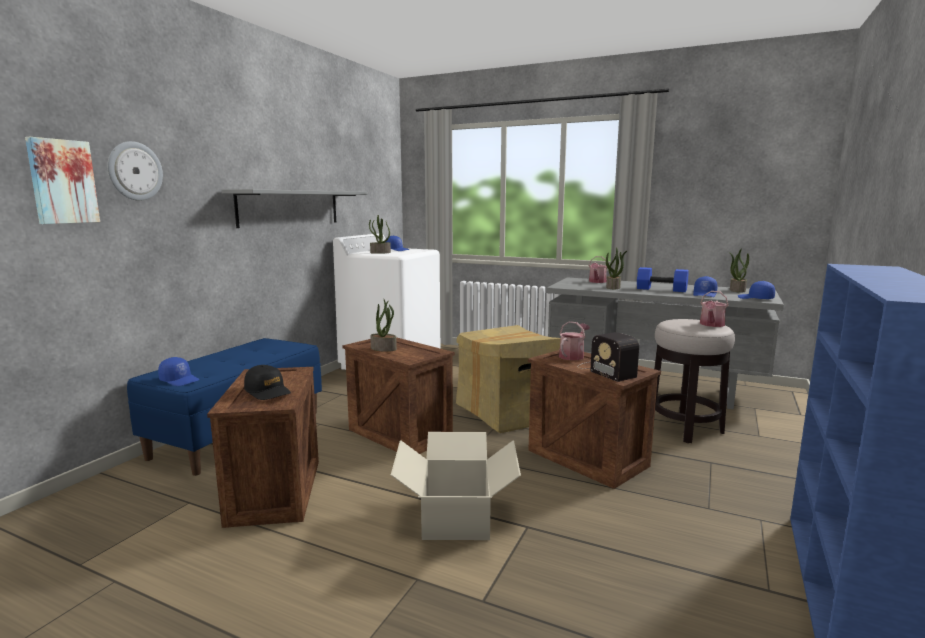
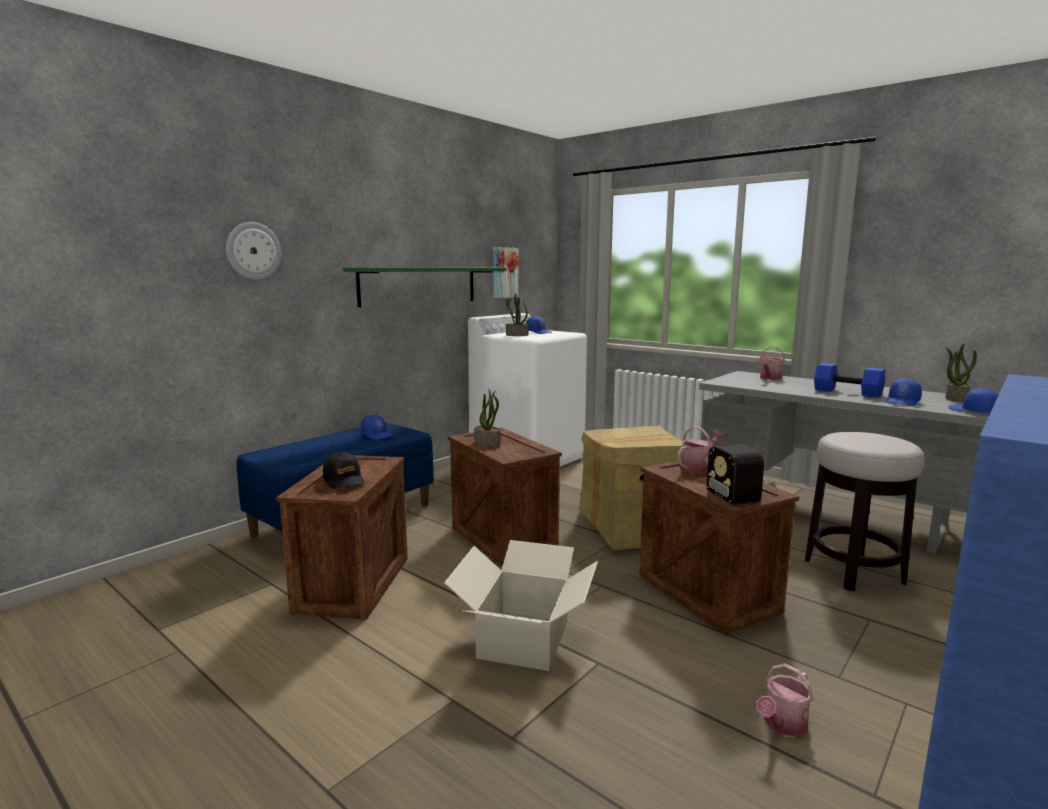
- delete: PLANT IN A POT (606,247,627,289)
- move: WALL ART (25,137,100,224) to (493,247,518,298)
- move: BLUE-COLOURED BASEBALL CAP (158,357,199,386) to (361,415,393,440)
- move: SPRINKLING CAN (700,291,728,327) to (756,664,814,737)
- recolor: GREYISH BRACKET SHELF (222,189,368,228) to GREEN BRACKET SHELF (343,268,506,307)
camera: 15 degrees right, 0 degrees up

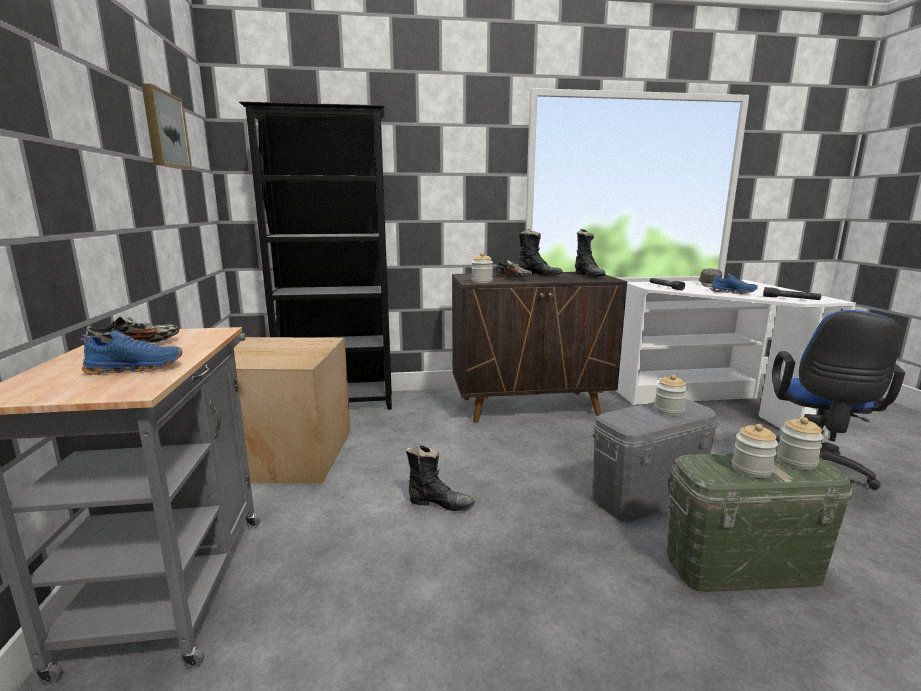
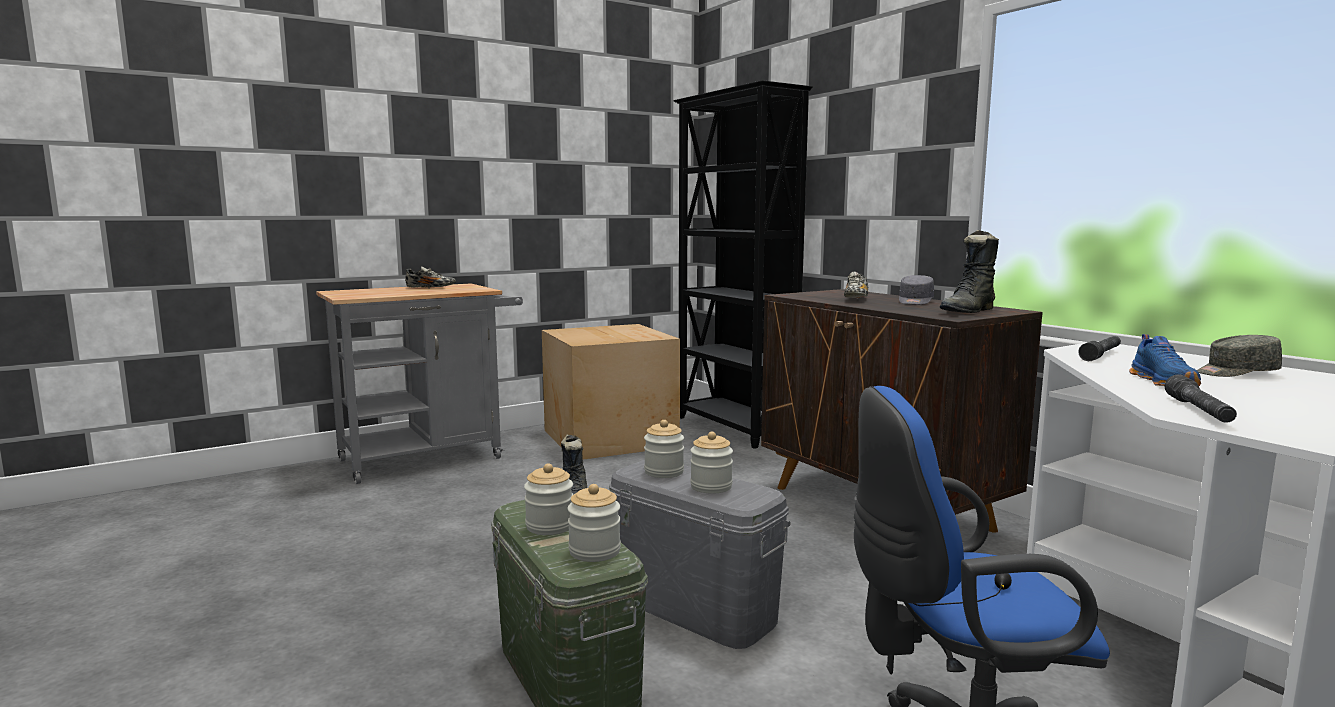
- delete: BLUE-COLOURED LOW SHOE (79,330,182,375)
- delete: WALL ART (141,83,191,170)
- move: PRESERVE JAR (471,252,493,283) to (644,420,684,478)
- replace: BLACKISH TALL BOOT (519,229,563,276) to GREYISH BASEBALL CAP (899,275,934,305)
camera: 65 degrees right, 5 degrees down

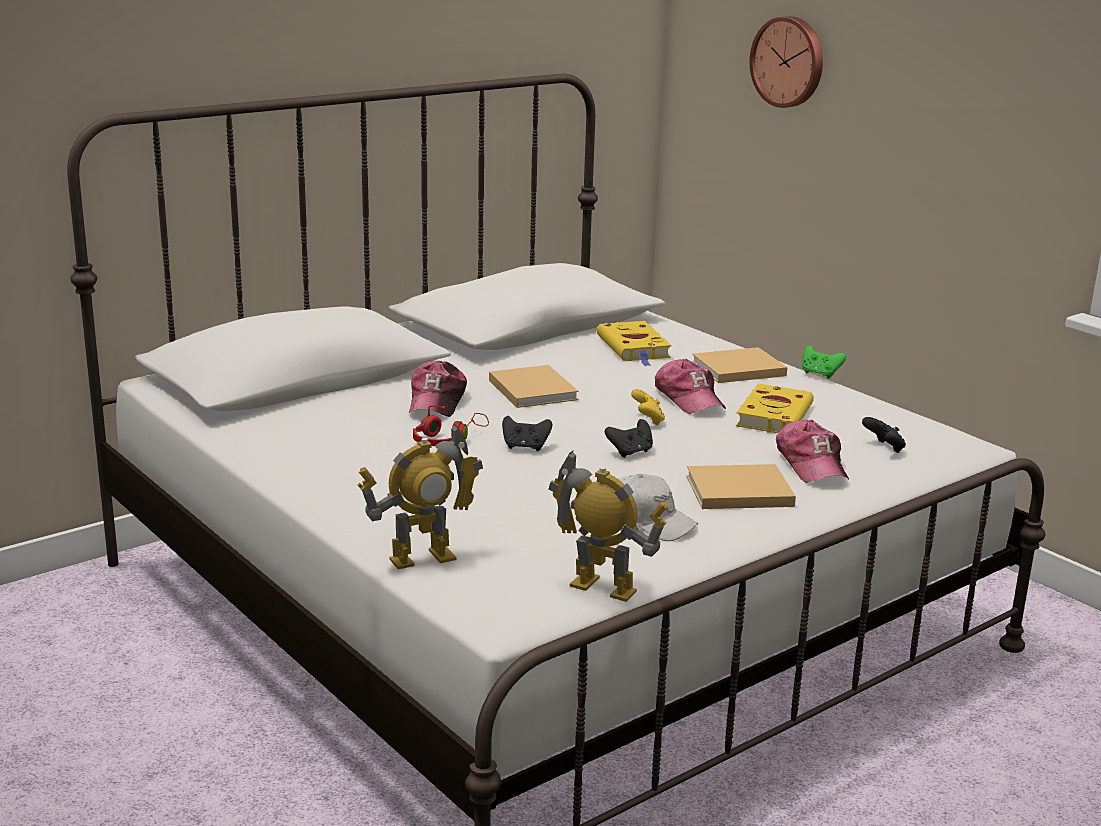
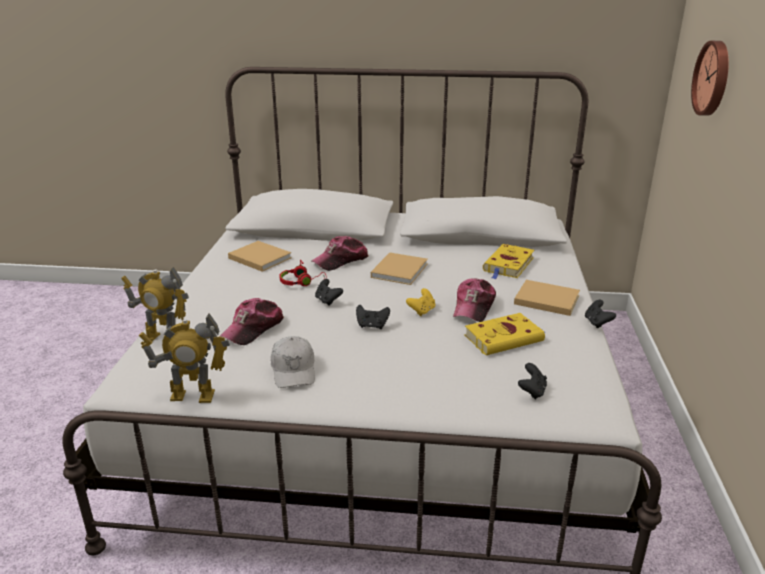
- move: SAND-COLOURED BOOK (686,464,796,509) to (228,241,292,271)
- move: BASEBALL CAP (776,419,849,483) to (219,298,284,345)
- recolor: GREEN GAMEPAD (802,346,846,379) to BLACKISH GAMEPAD (585,300,616,328)
- rotate: MODEL ROBOT (549,451,668,602) = (139,313,230,403) 105 degrees clockwise
camera: 45 degrees right, 5 degrees up

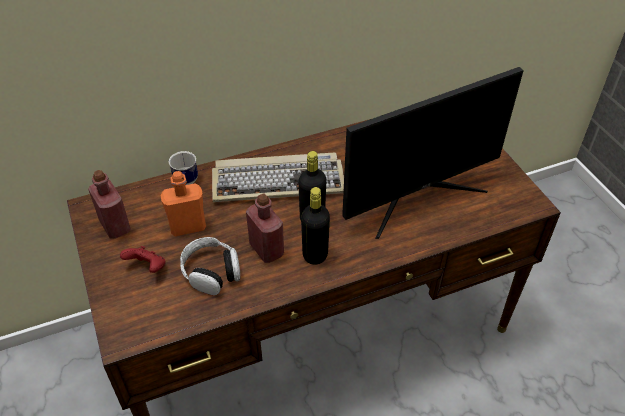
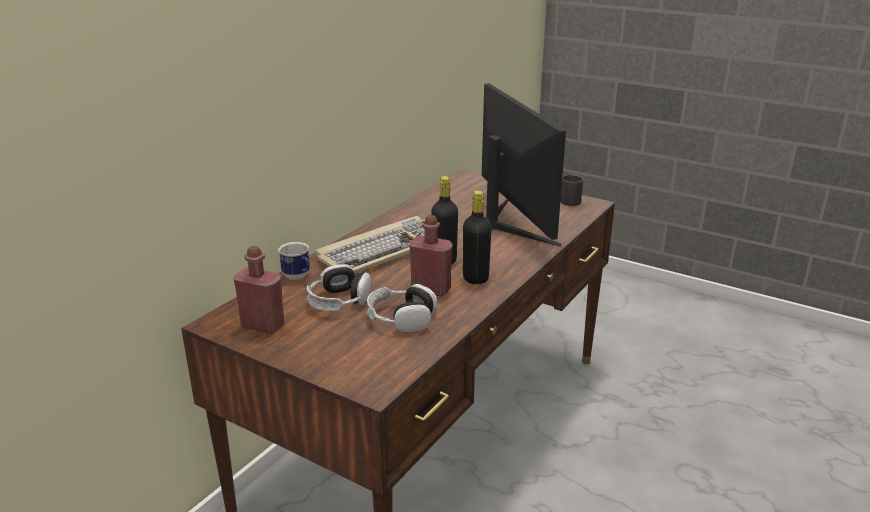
- delete: RED GAMEPAD (120,246,166,273)
- insert: BLACKISH TEA MUG (560,175,583,206)
- replace: ORANGEY BEVERAGE BOTTLE (161,171,206,236) to PAIR OF HEADPHONES (306,264,371,311)
- rotate: COMPUTER SCREEN (342,67,524,239) = (482,83,566,247) 45 degrees counterclockwise
camera: 35 degrees left, 20 degrees down

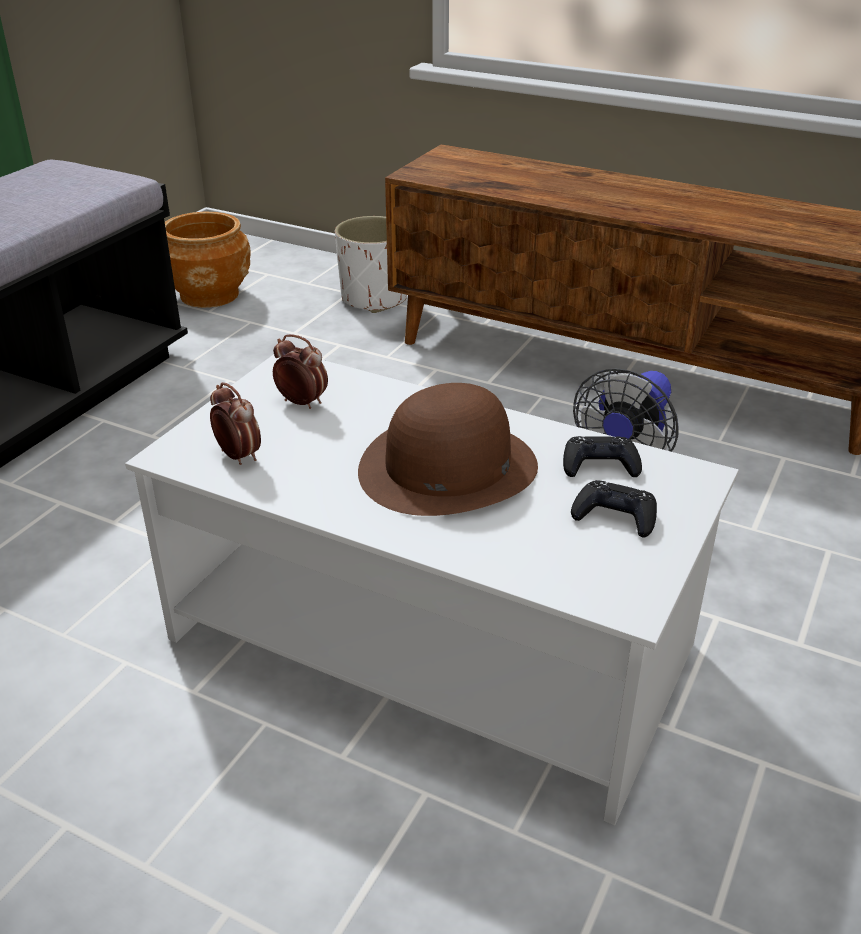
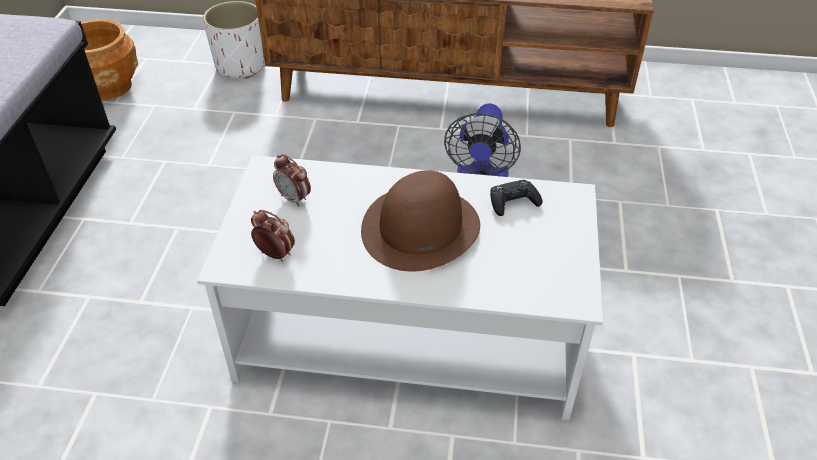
- delete: BLACKISH GAMEPAD (571,480,657,537)
- rotate: BEDSIDE CLOCK (273,334,328,409) = (273,154,311,207) 150 degrees counterclockwise
camera: 20 degrees left, 10 degrees up

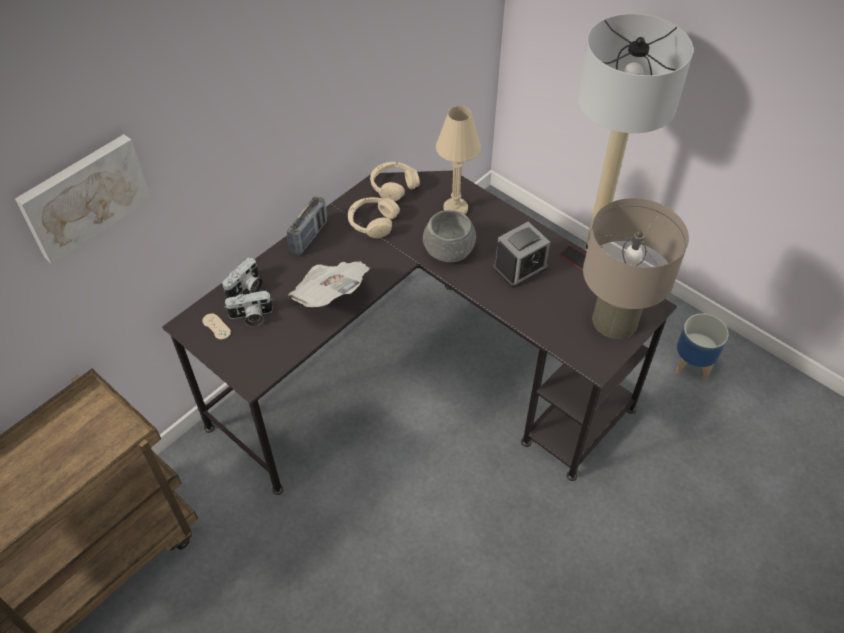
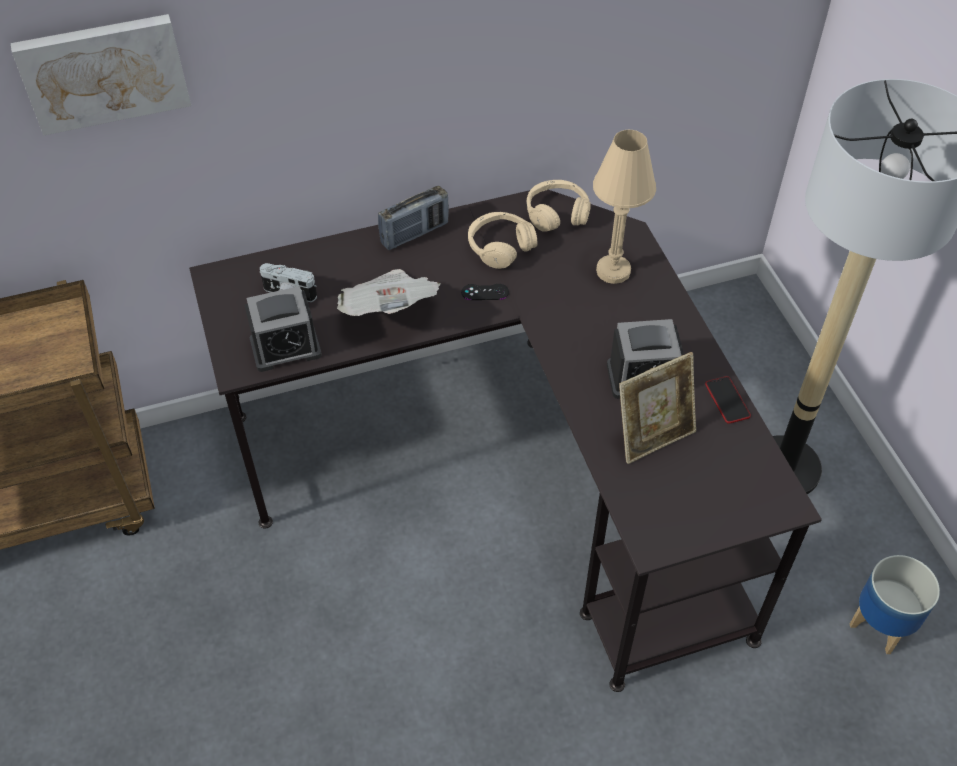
- delete: SAND-COLOURED GAMEPAD (202,314,231,340)
- delete: PHOTO CAMERA (222,258,263,298)
- delete: GREYISH SERVING BOWL (423,210,476,262)
- delete: SAND-COLOURED TABLE LAMP (583,198,689,339)
- insert: BEDSIDE CLOCK (244,286,322,372)
- insert: BLACKISH GAMEPAD (461,284,509,300)
- insert: PHOTO FRAME (619,352,696,464)
camera: 30 degrees right, 0 degrees up

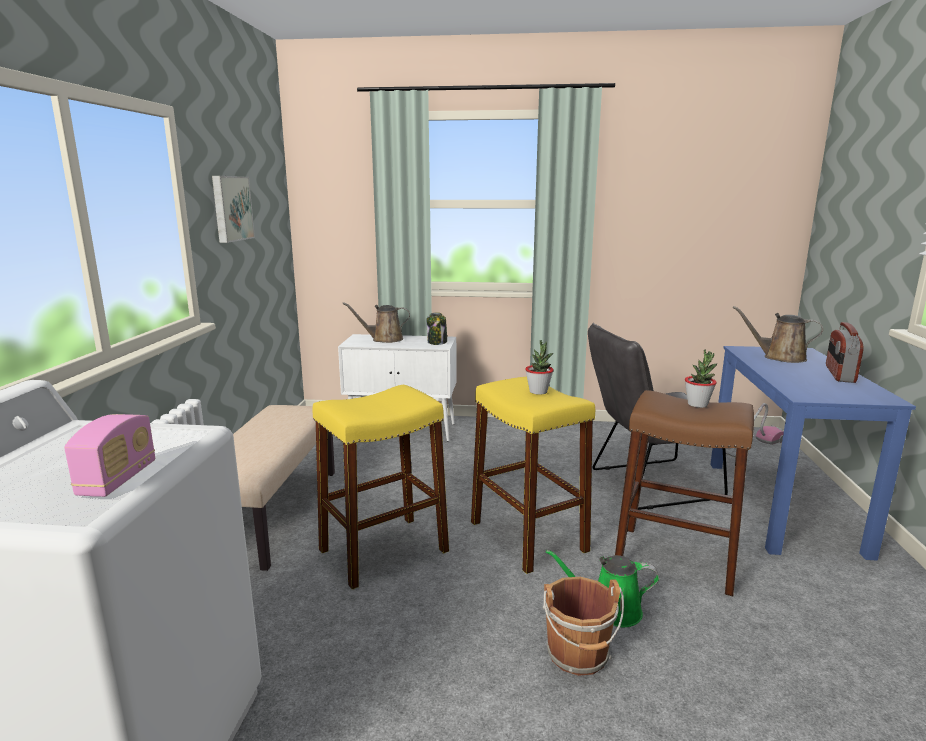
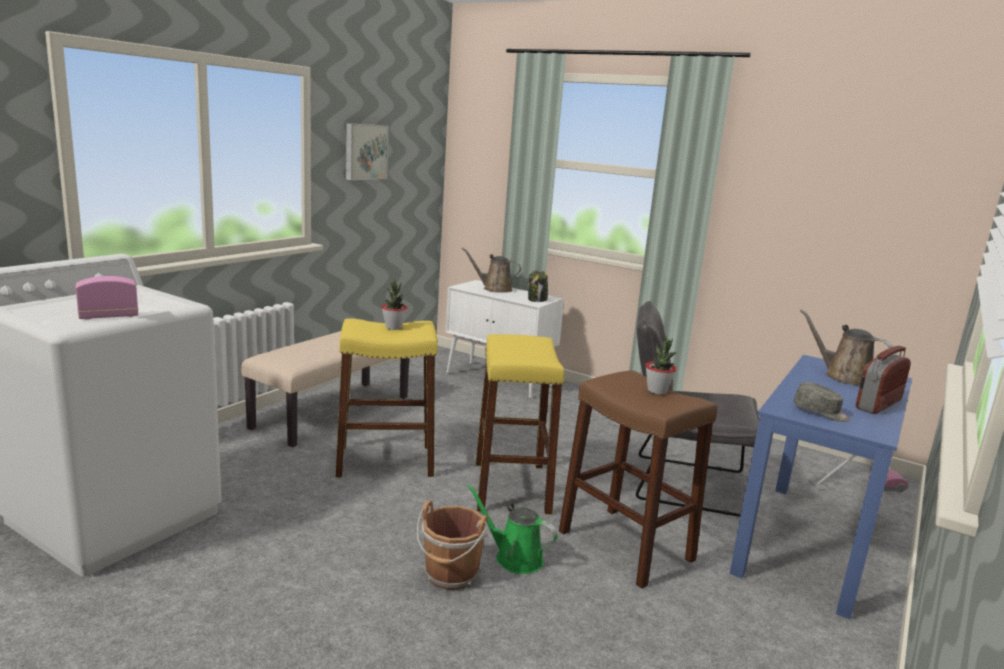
- insert: GREYISH BASEBALL CAP (794,382,850,422)
- move: PLANT IN A POT (525,340,553,395) to (382,280,407,330)
- rotate: RADIO RECEIVER (64,414,155,497) = (76,276,138,320) 150 degrees counterclockwise
camera: 25 degrees right, 0 degrees up

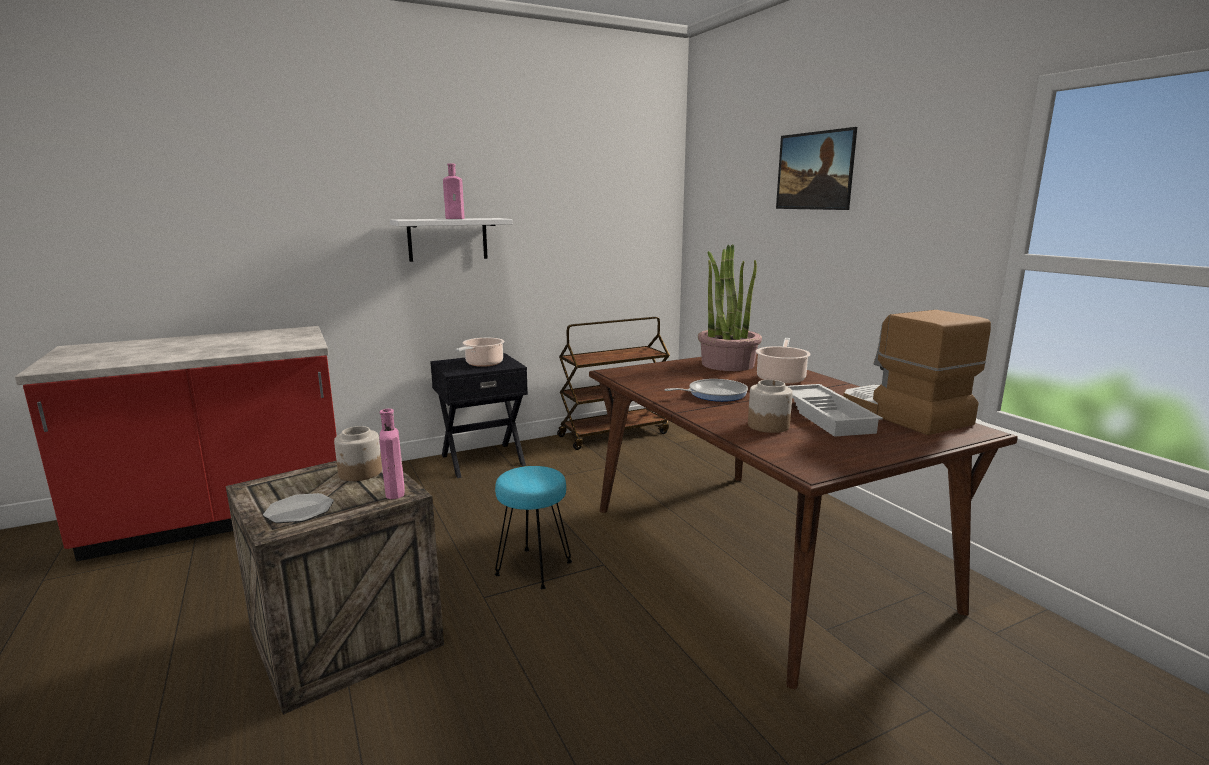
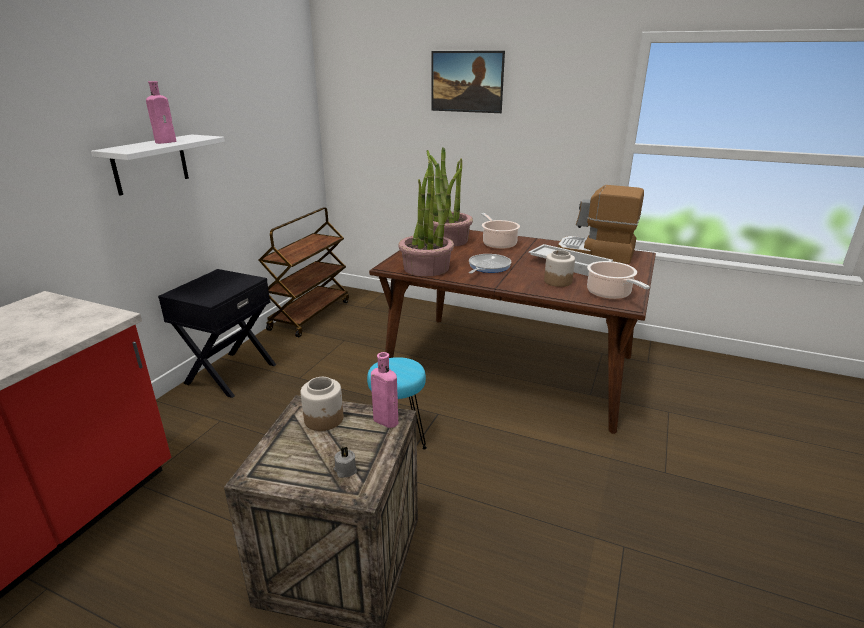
- insert: PLANT IN A POT (398,163,462,276)
- move: SAUCEPOT (456,338,504,367) to (587,261,650,299)
- replace: PLATE (263,493,334,523) to GREYISH WAX LIGHT (334,447,357,478)
camera: 40 degrees left, 10 degrees up

